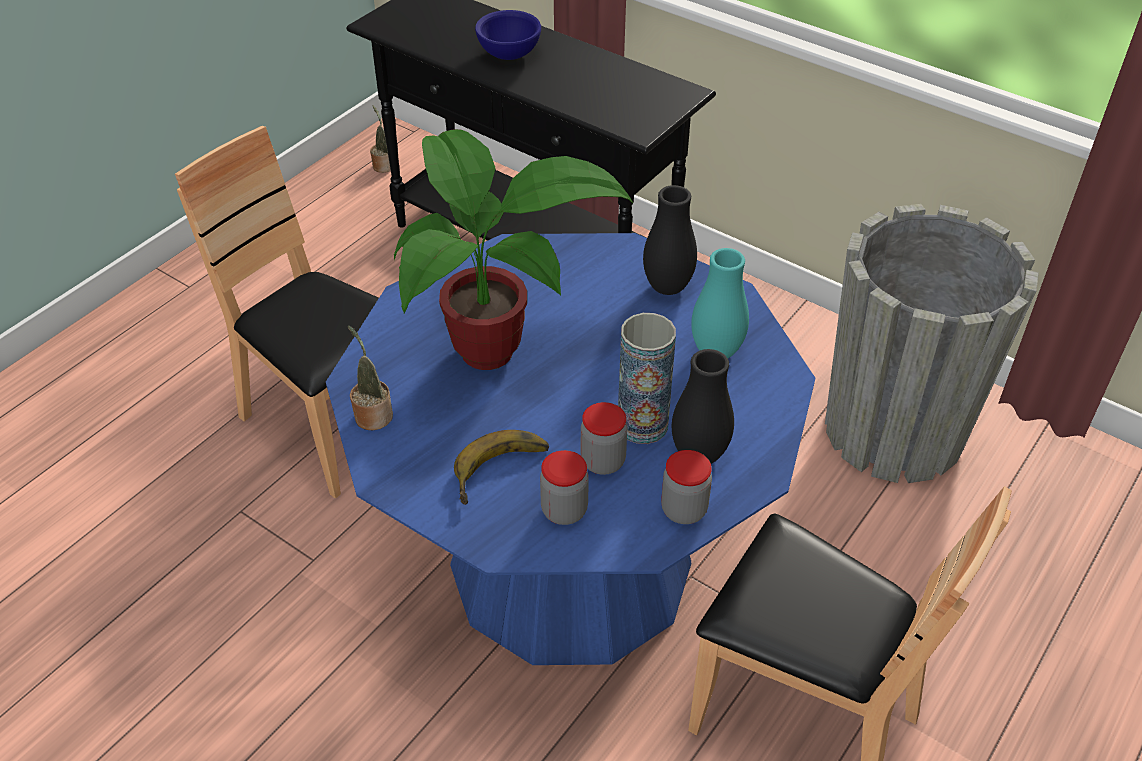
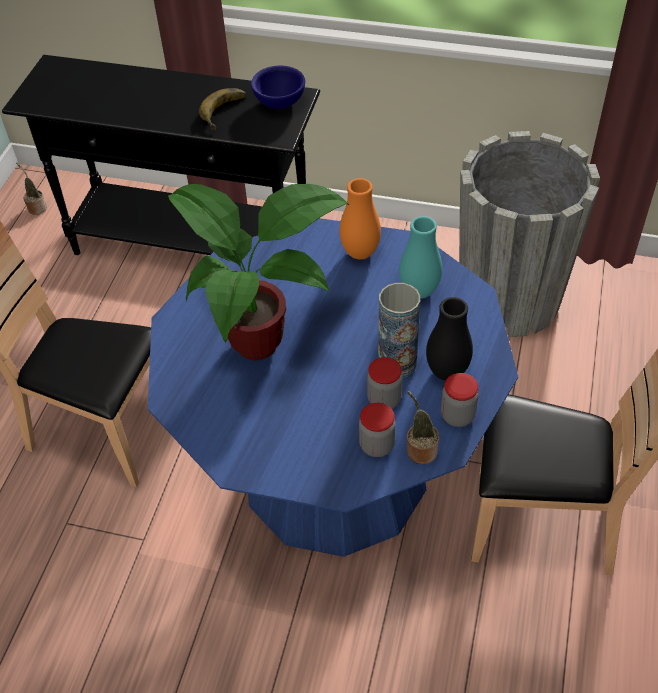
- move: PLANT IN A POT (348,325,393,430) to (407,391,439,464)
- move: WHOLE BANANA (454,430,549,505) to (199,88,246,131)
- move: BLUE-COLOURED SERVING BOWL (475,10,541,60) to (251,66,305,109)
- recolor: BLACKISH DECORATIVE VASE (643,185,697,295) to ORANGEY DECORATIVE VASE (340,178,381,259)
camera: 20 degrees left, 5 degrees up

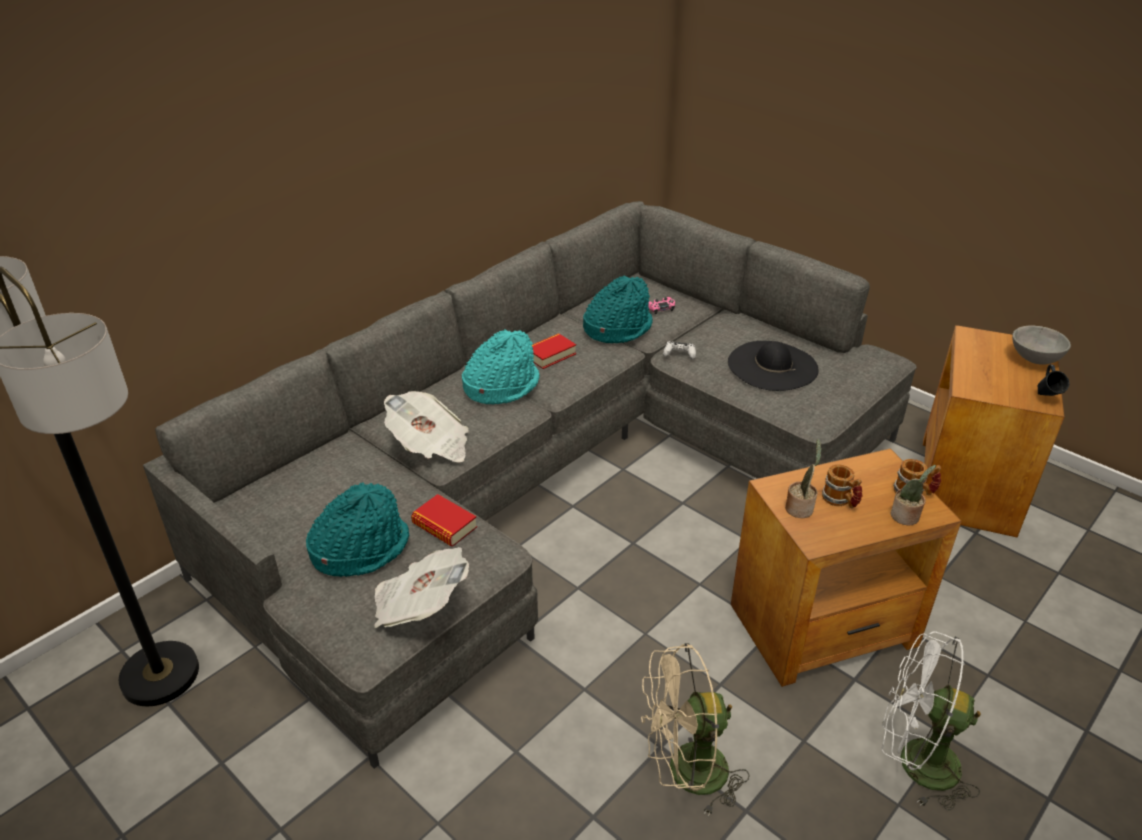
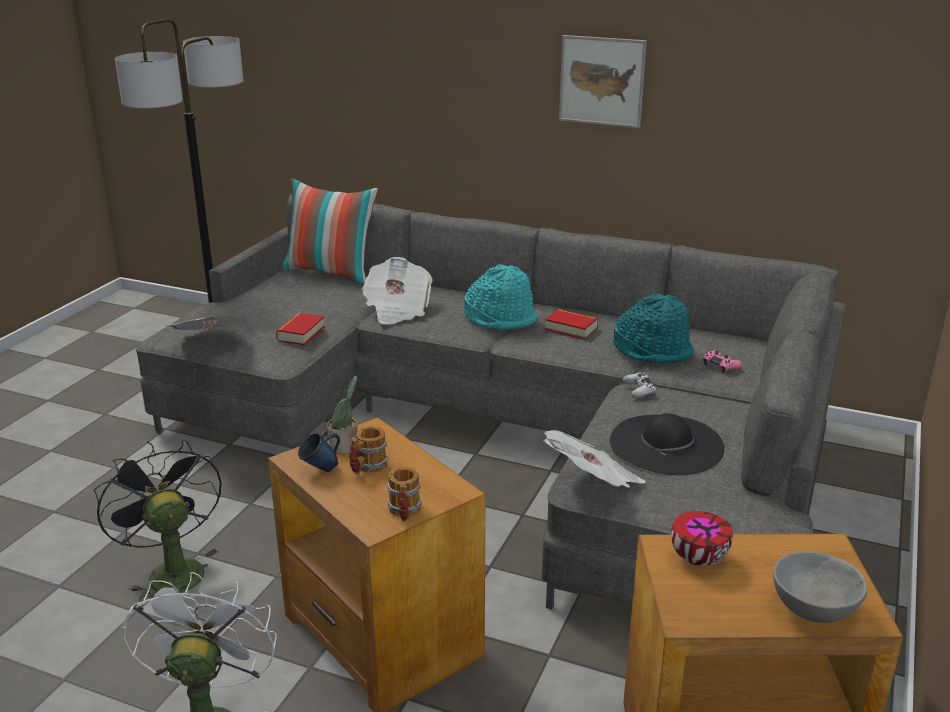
- delete: BLUE-GREEN CLOTHING HAT (306,483,409,577)
- delete: PLANT IN A POT (891,465,936,525)
- insert: PILLOW (282,178,378,285)
- insert: PRINTED PAPER (543,430,645,488)
- insert: WALL ART (559,35,647,128)
- insert: SERVING BOWL (671,511,733,566)
- move: BLUE-COLOURED TEA MUG (1038,364,1069,396) to (298,433,340,472)
- recolor: SAND-COLOURED FAN (641,643,750,816) to BLACKISH FAN (94,440,222,602)
camera: 70 degrees right, 10 degrees down

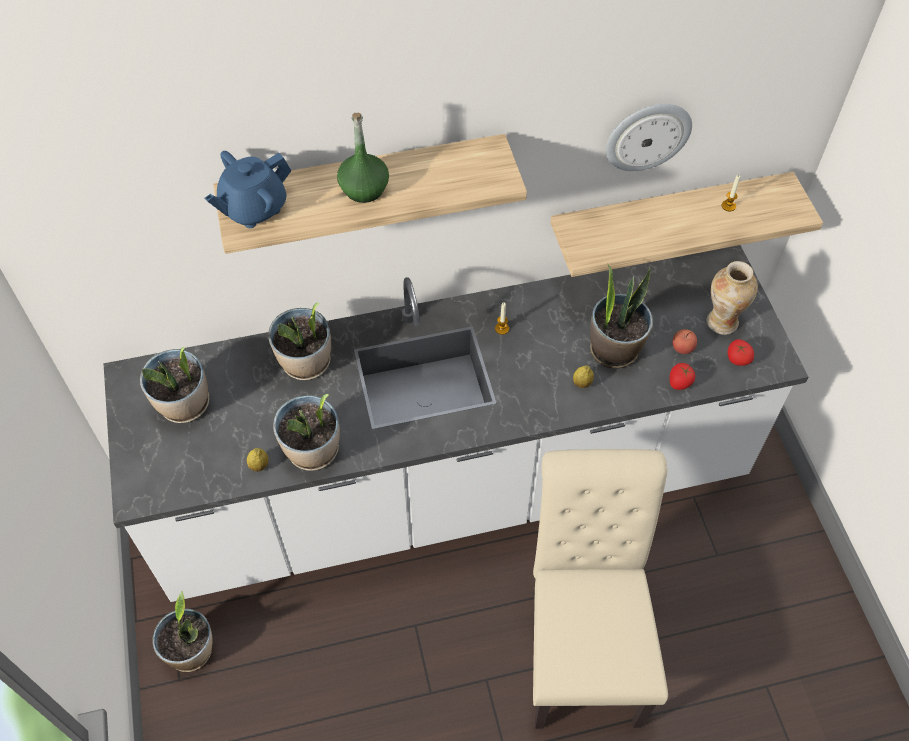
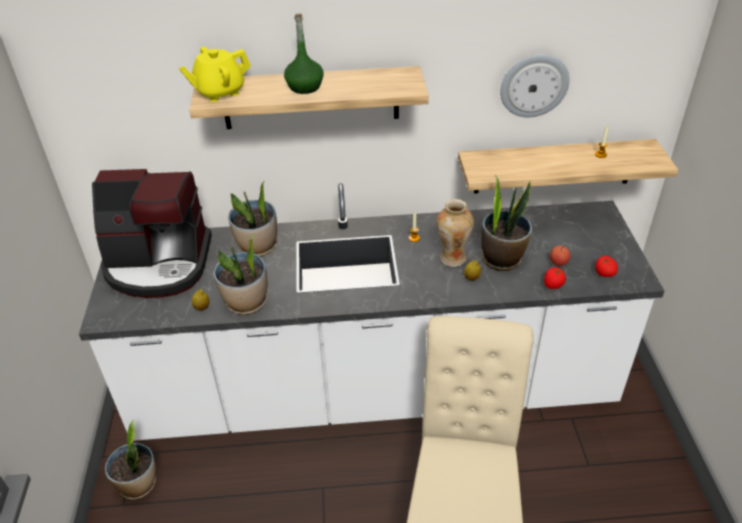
- move: DECORATIVE VASE (706,261,758,335) to (437,199,474,267)
- replace: PLANT IN A POT (140,347,209,423) to COFFEE MAKER (92,169,212,298)
- recolor: BLUE-COLOURED TEA POT (205,151,291,228) to YELLOW TEA POT (179,47,251,102)
camera: 10 degrees right, 15 degrees down

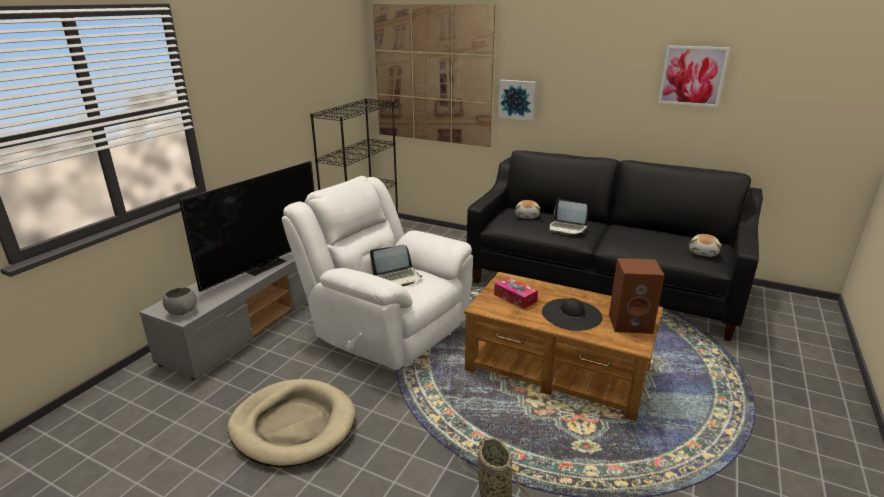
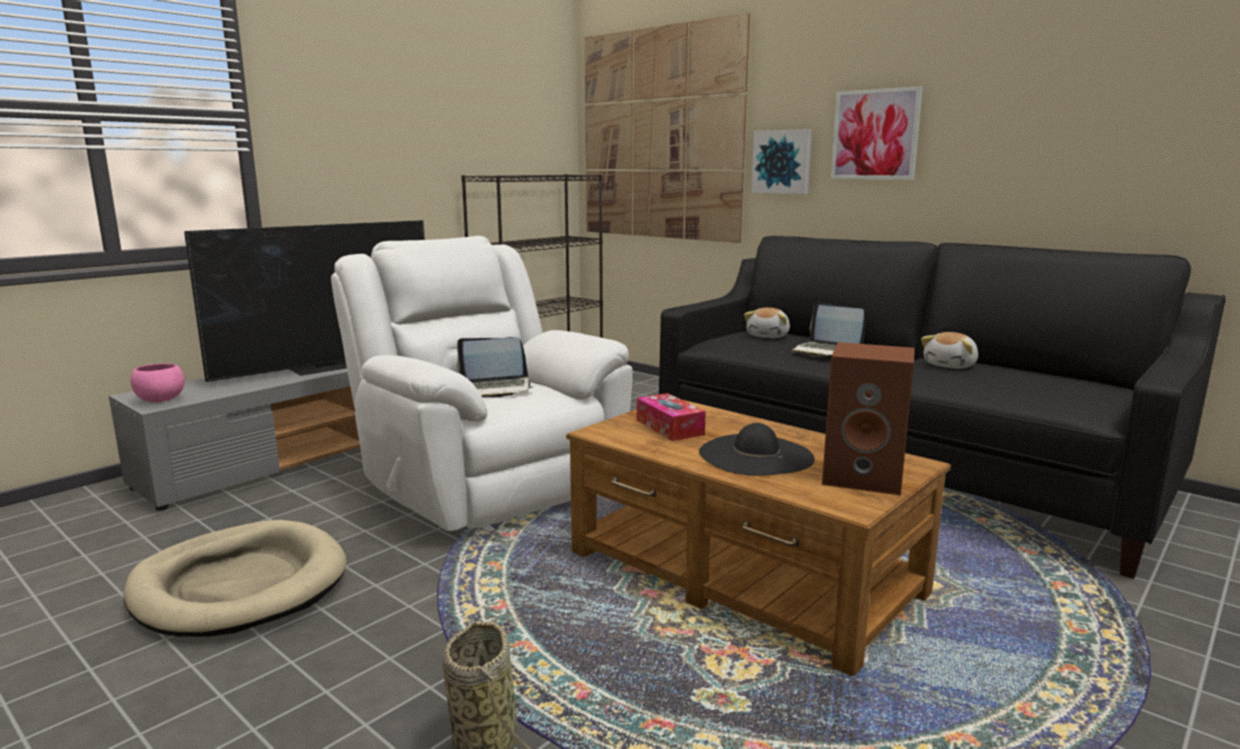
- move: WALL ART (658,45,730,107) to (831,86,923,180)
- move: SOFT TOY (689,234,722,257) to (921,332,978,369)
- recolor: GREYISH SERVING BOWL (163,287,197,315) to PINK-COLOURED SERVING BOWL (130,363,185,402)
camera: 15 degrees right, 10 degrees down

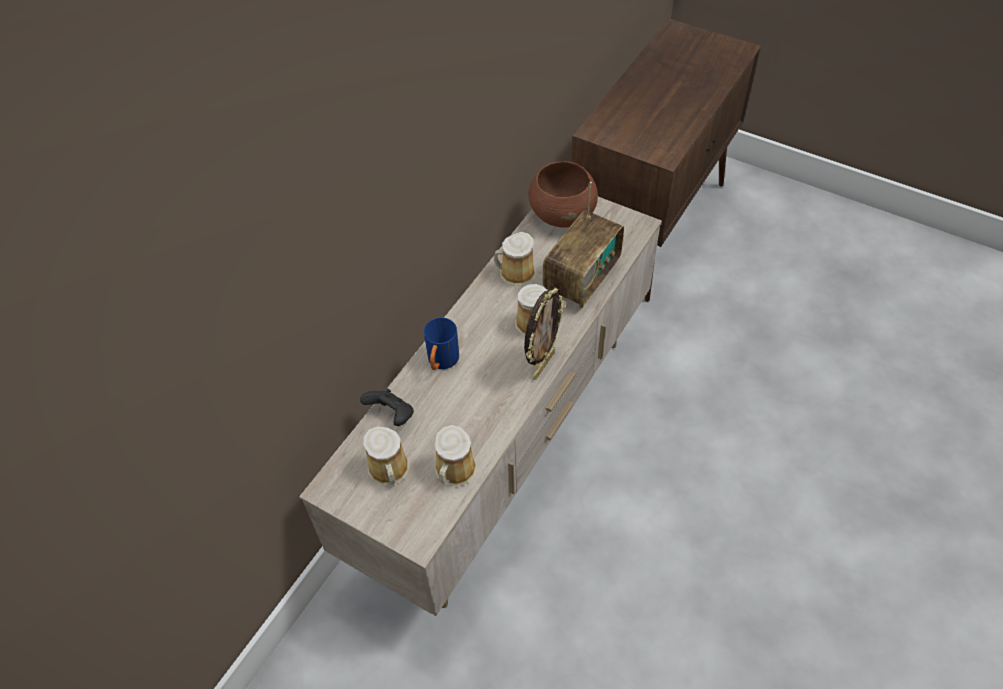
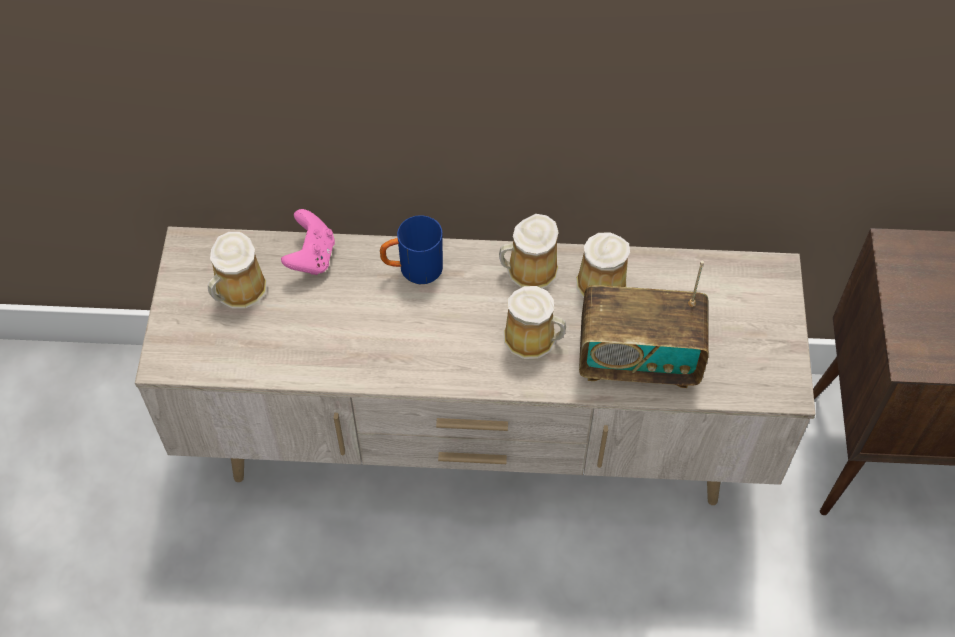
- delete: PHOTO FRAME (524,288,565,380)
- delete: BROWNISH SERVING BOWL (528,161,598,228)
- move: TEA MUG (435,425,477,486) to (499,214,559,288)
- recolor: BLACKISH GAMEPAD (360,389,414,426) to PINK-COLOURED GAMEPAD (281,209,335,275)
camera: 60 degrees right, 5 degrees up

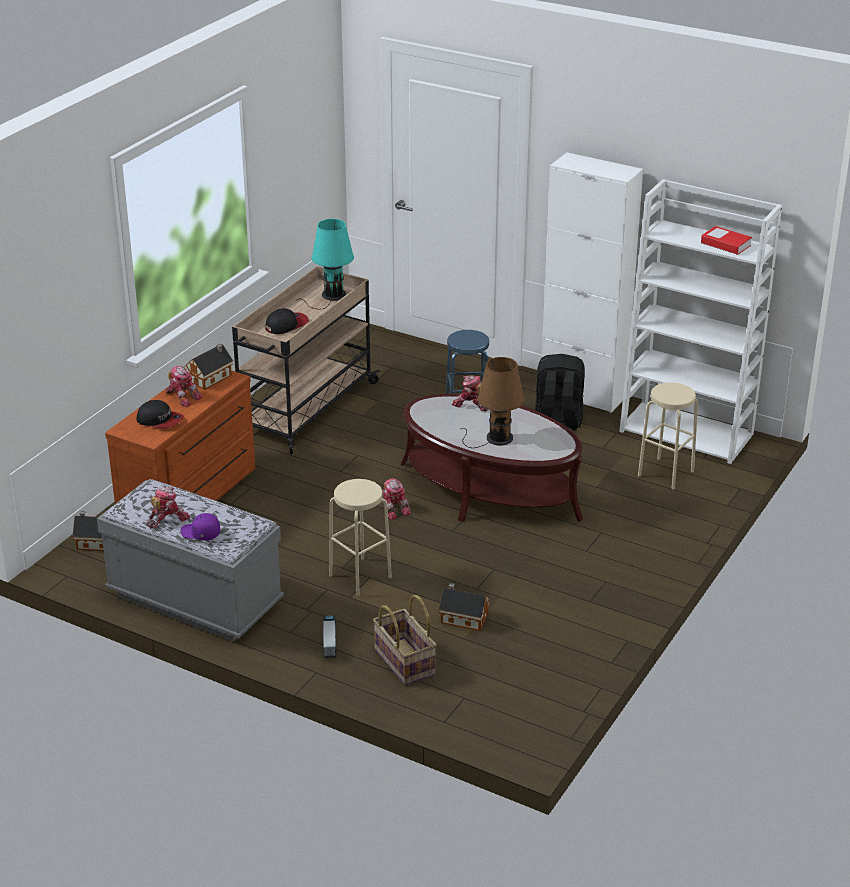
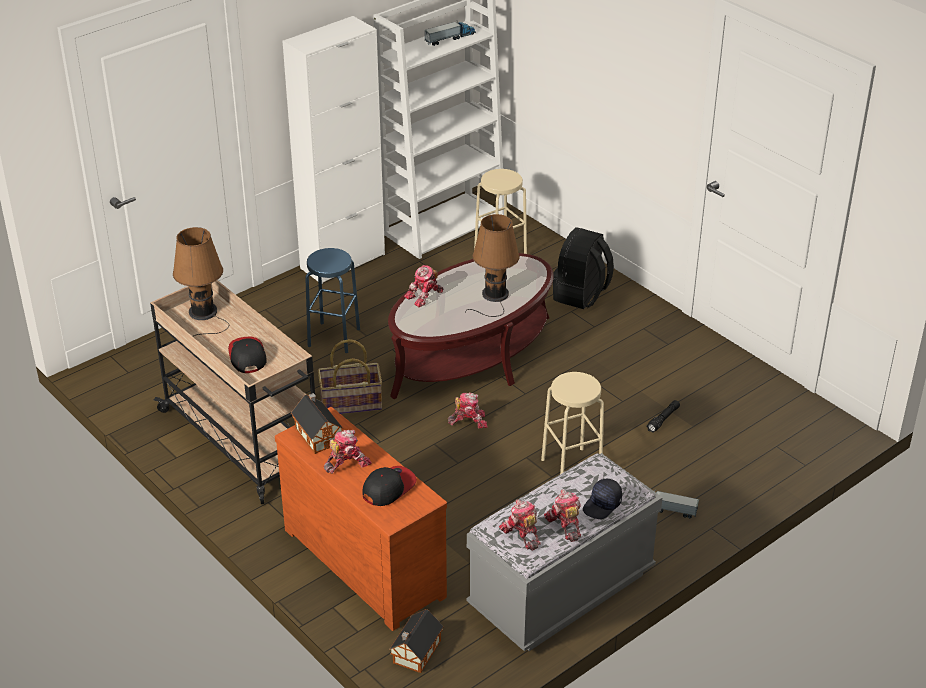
- insert: MODEL ROBOT (499,499,541,551)
- move: STORAGE BASKET (373,595,437,685) to (318,339,382,414)
- move: BLACKISH BACKPACK (535,354,585,430) to (553,227,614,309)
- replace: MODEL HOUSE (438,583,490,631) to BLACKISH TORCH (646,400,680,433)
- replace: BOOK (701,226,752,255) to TOY TRUCK (425,20,476,46)
- recolor: PURPLE-COLOURED BASEBALL CAP (180,513,220,541) to BLACKISH BASEBALL CAP (583,479,622,519)
- recolor: BLUE-GREEN TABLE LAMP (297,219,354,309) to BROWNISH TABLE LAMP (173,227,229,336)
camera: 70 degrees left, 5 degrees up

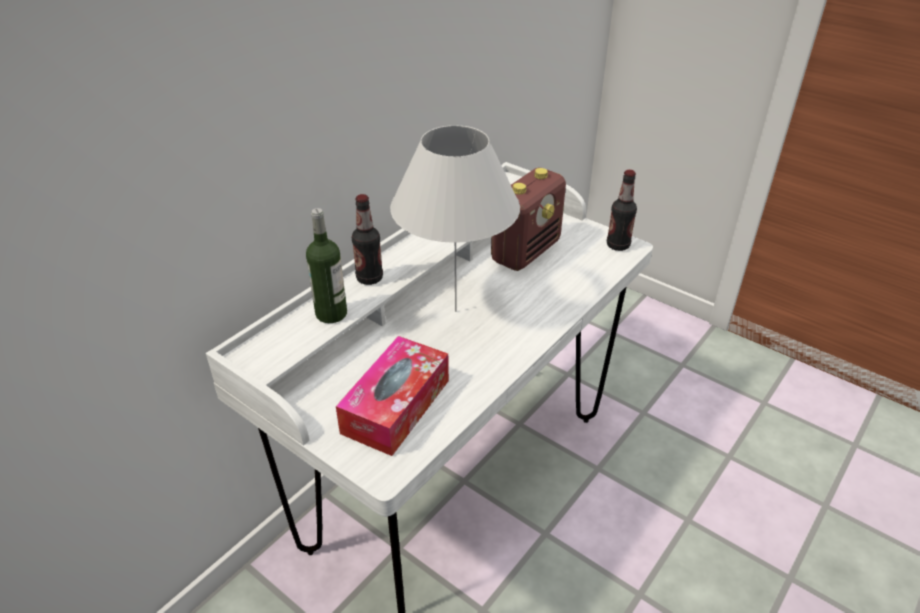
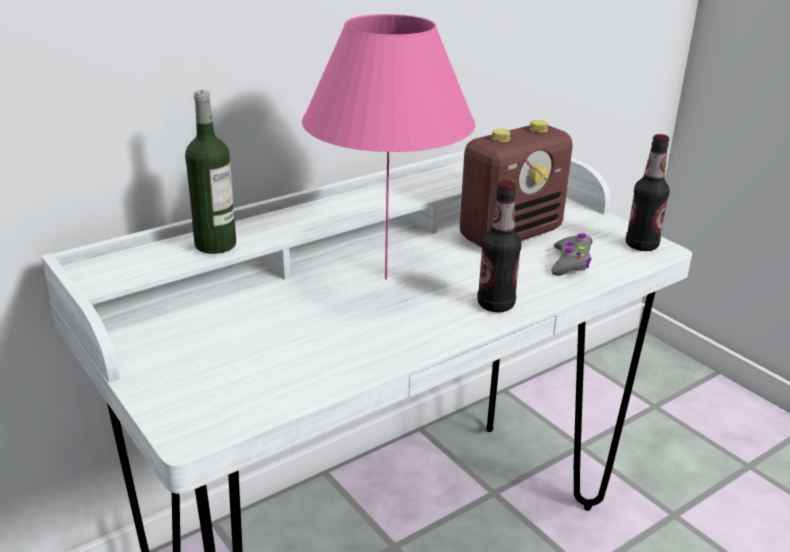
- delete: TISSUE BOX (336,336,449,456)
- insert: GREYISH GAMEPAD (551,233,592,276)
- move: BEVERAGE BOTTLE (352,194,383,285) to (477,180,522,312)
- recolor: WHITE-COLOURED TABLE LAMP (390,125,520,312) to PINK-COLOURED TABLE LAMP (302,14,475,280)
camera: 15 degrees right, 10 degrees down

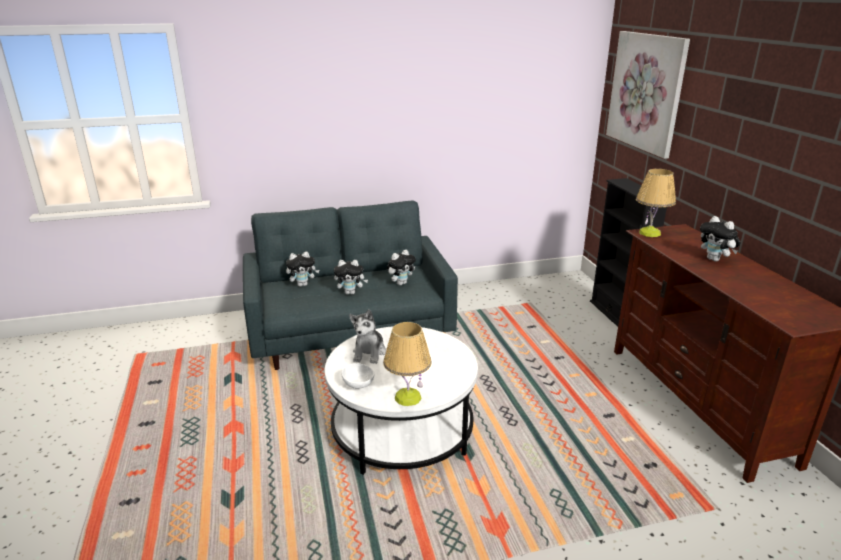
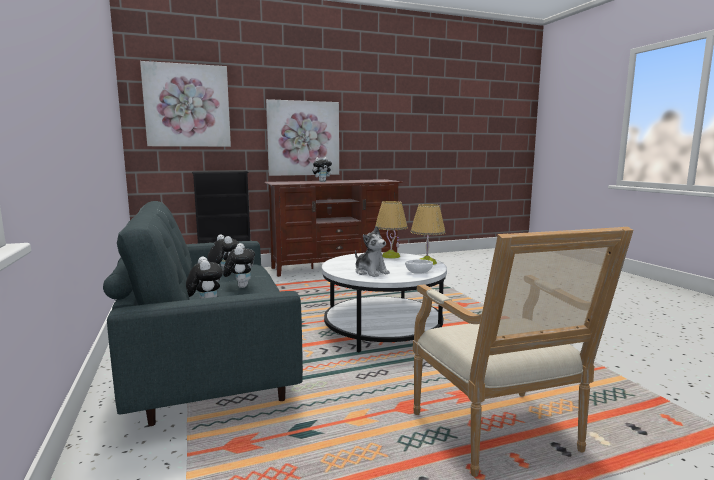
- insert: WALL ART (266,99,339,176)
- insert: EASY CHAIR (413,227,633,477)
- move: TABLE LAMP (636,169,676,237) to (375,201,408,259)
- rotate: SOFT TOY (349,309,386,364) = (355,226,390,277) 45 degrees clockwise
camera: 95 degrees left, 15 degrees down

